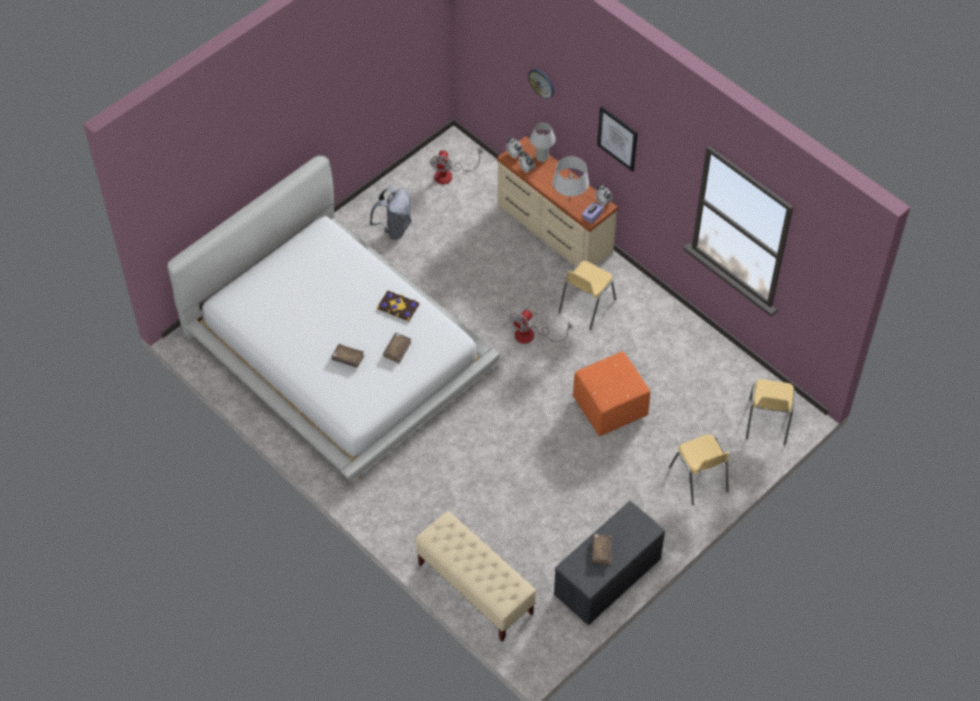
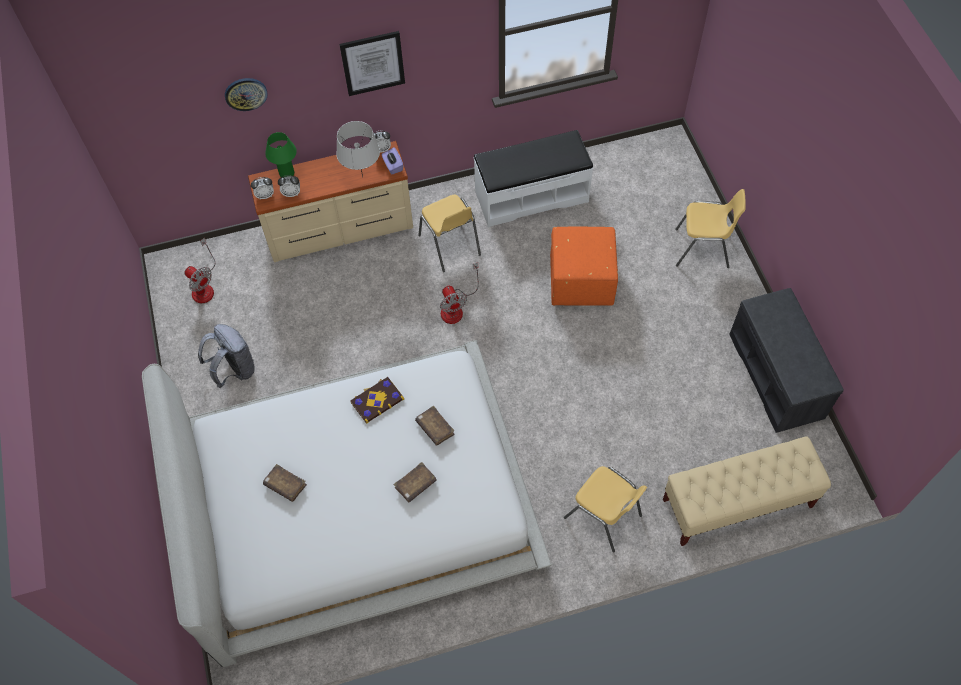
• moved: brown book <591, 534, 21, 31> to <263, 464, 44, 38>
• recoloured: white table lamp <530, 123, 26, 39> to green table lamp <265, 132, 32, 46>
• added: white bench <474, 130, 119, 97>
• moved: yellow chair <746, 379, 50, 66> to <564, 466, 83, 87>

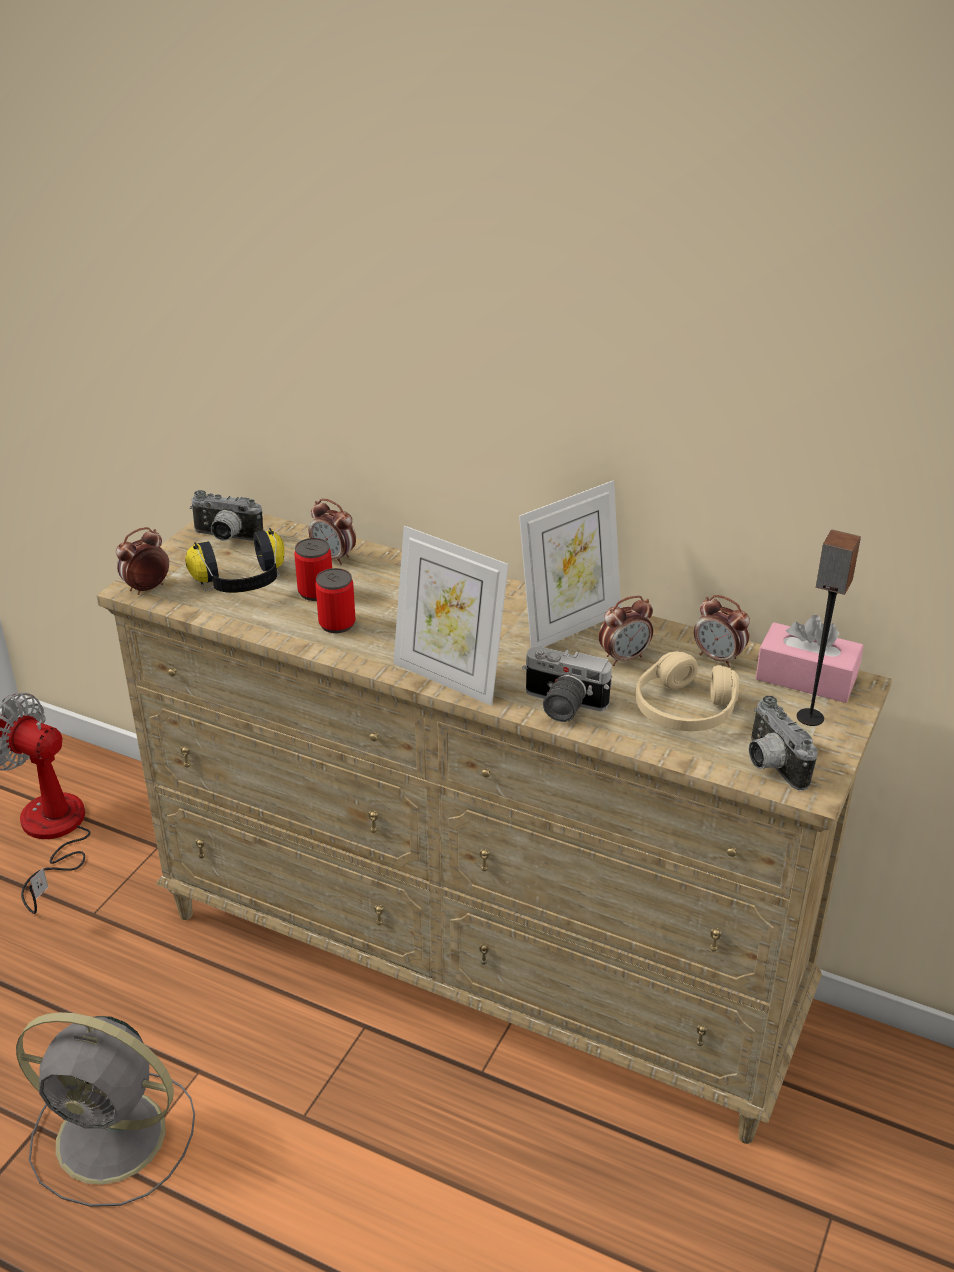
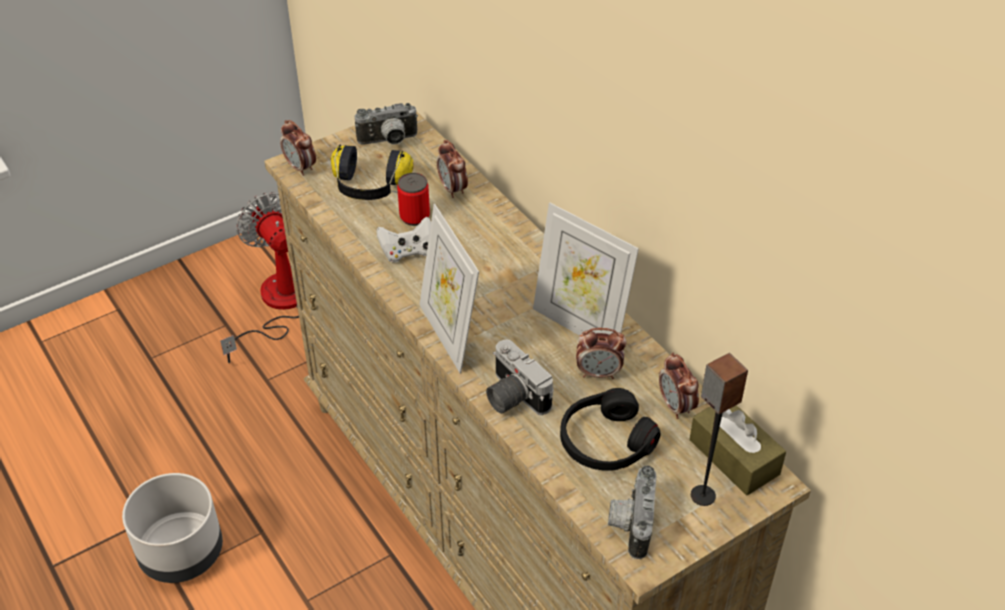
• replaced: grey fan <16, 1012, 179, 195> to grey planter <122, 473, 101, 110>
• turned: alarm clock <116, 527, 53, 68> = <280, 120, 36, 56> 120 degrees counterclockwise
• turned: photo camera <190, 490, 73, 51> = <355, 103, 63, 42> 60 degrees counterclockwise
• replaced: can <315, 568, 41, 65> to white game controller <376, 217, 55, 46>
• turned: picture frame <519, 480, 102, 167> = <533, 202, 106, 134> 45 degrees clockwise
• recoloured: beige headphones <636, 651, 103, 80> to black headphones <560, 388, 101, 83>
• recoloured: pink tissue box <756, 615, 107, 88> to brown tissue box <689, 405, 97, 91>

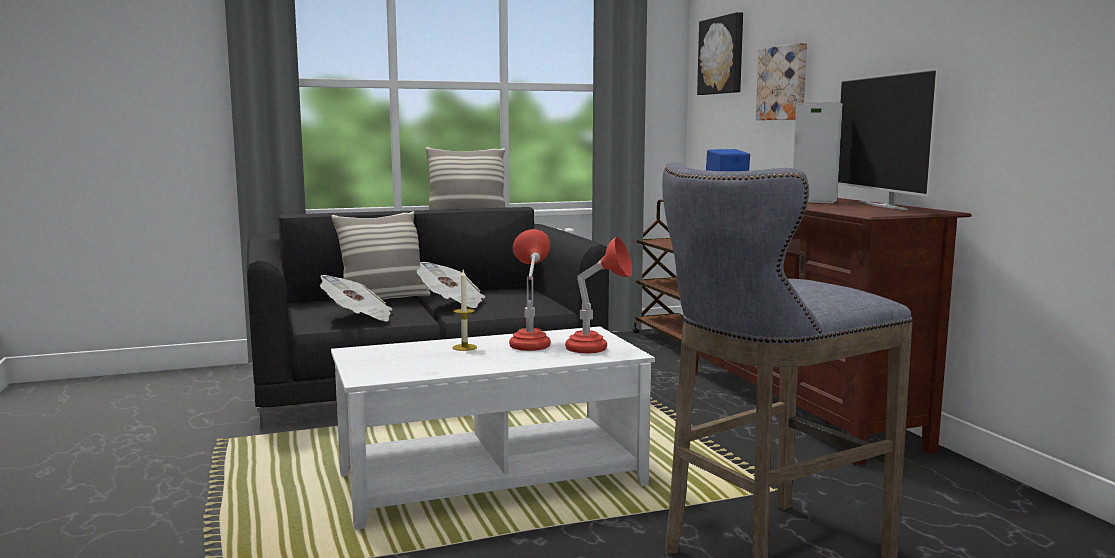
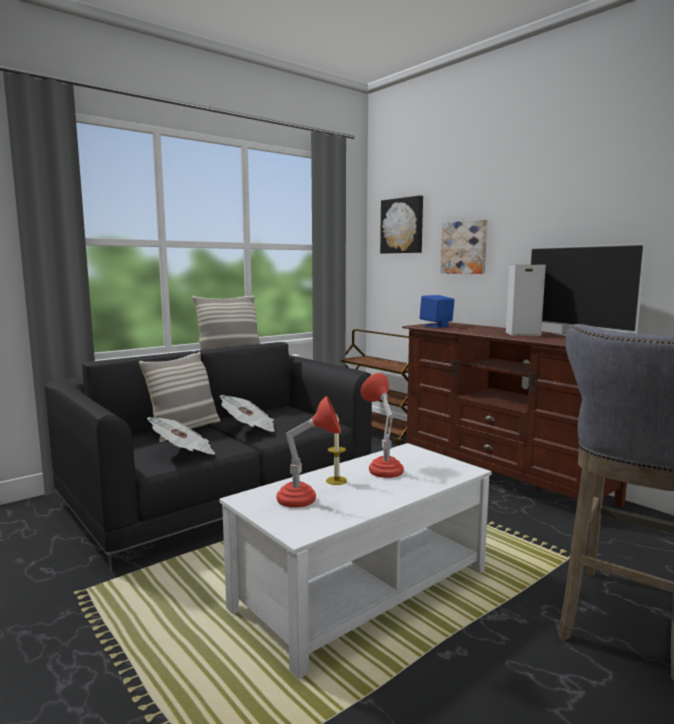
• moved: red table lamp <565, 237, 67, 116> to <276, 396, 65, 112>

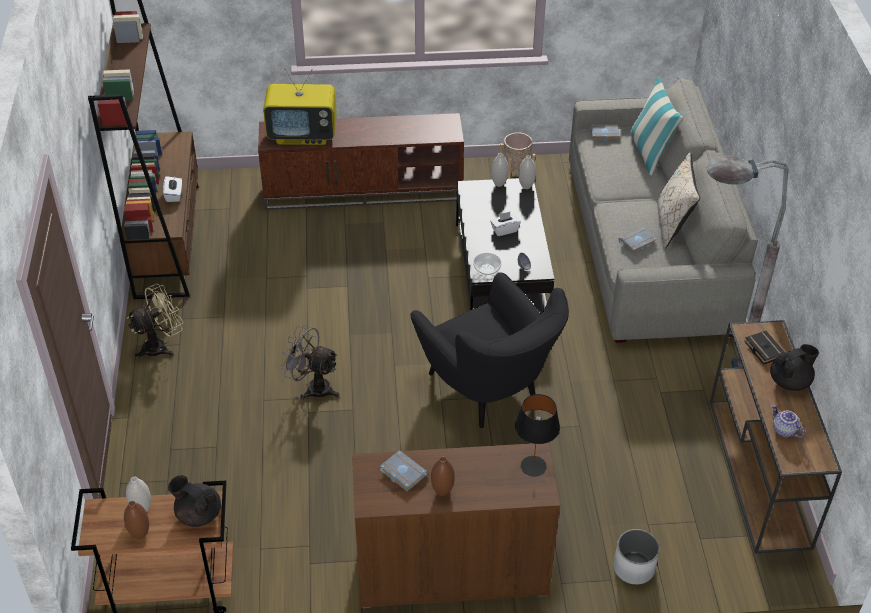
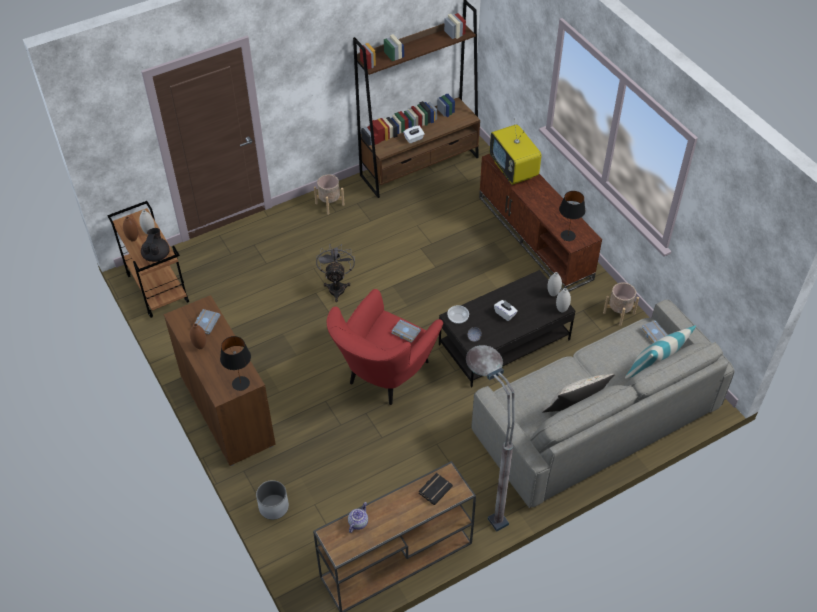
• replaced: beige fan <127, 284, 56, 75> to beige planter <314, 175, 30, 40>
• recoloured: black armchair <410, 272, 159, 156> to red armchair <327, 289, 117, 116>
• moved: grey book <618, 227, 39, 27> to <392, 319, 29, 24>
• added: black table lamp <559, 191, 26, 50>
• removed: black teapot <770, 344, 49, 47>

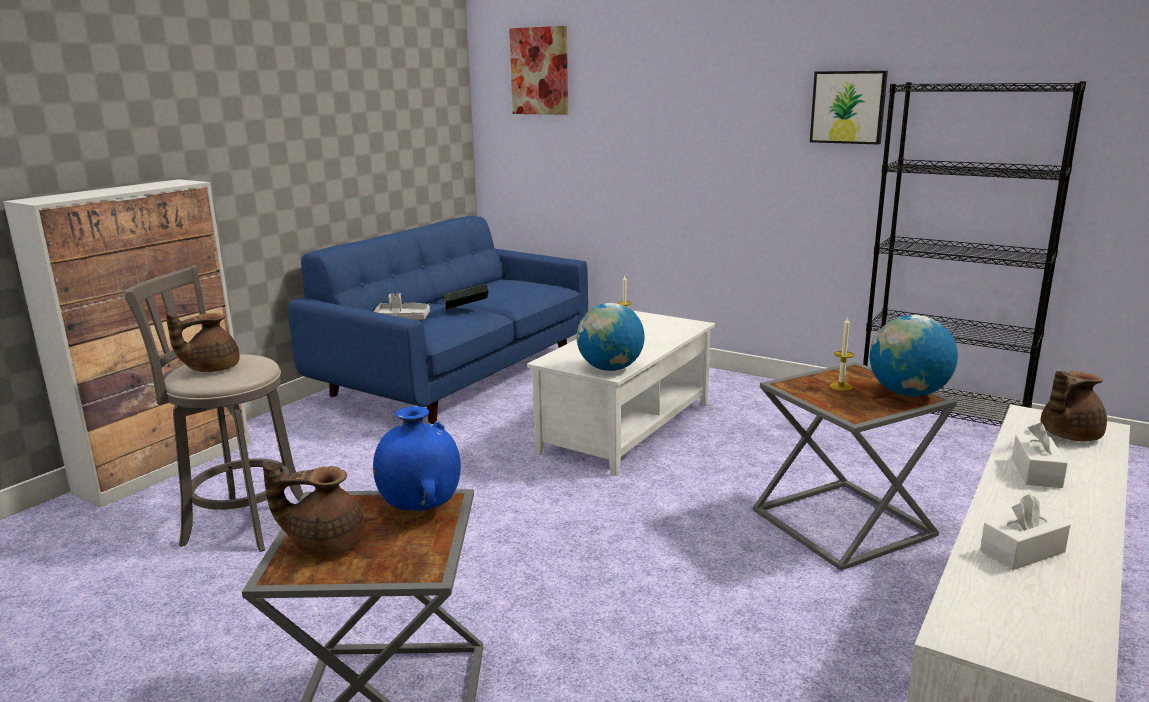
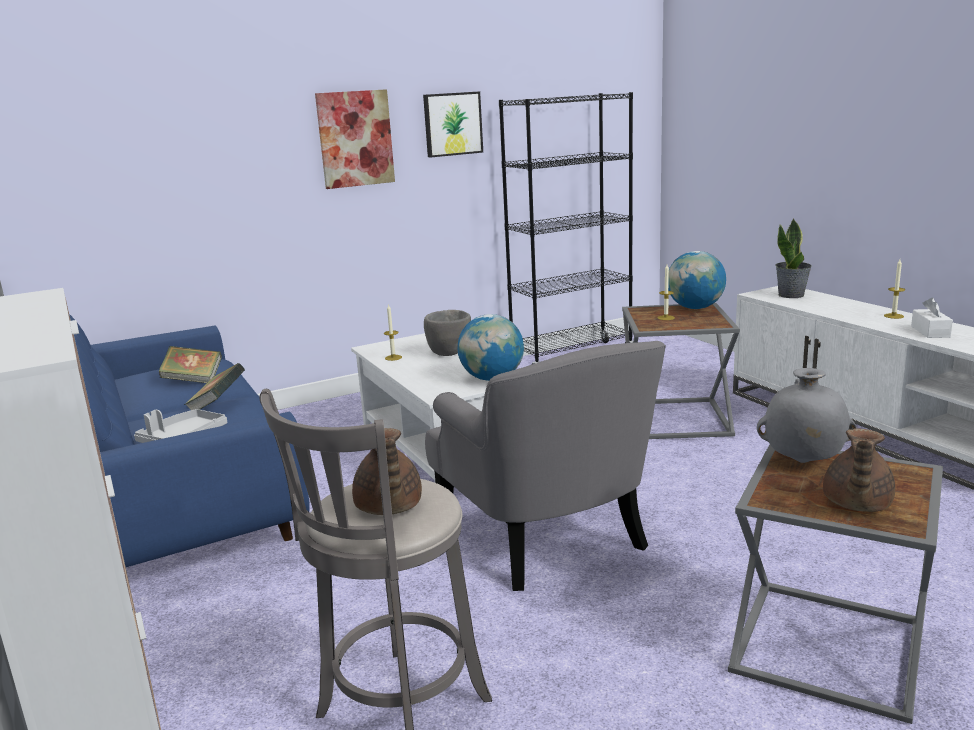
• added: book <158, 346, 64, 37>
• moved: picture <509, 26, 59, 89> to <315, 89, 80, 100>
• added: grey bowl <424, 310, 47, 46>
• added: grey armchair <425, 341, 241, 250>
• recoloured: blue vase <373, 406, 88, 105> to grey vase <757, 368, 100, 95>
• replaced: brown teapot <1041, 371, 66, 70> to potted plant <776, 218, 36, 80>
• added: candle <884, 260, 21, 59>
• removed: white tissue box <1012, 423, 56, 65>

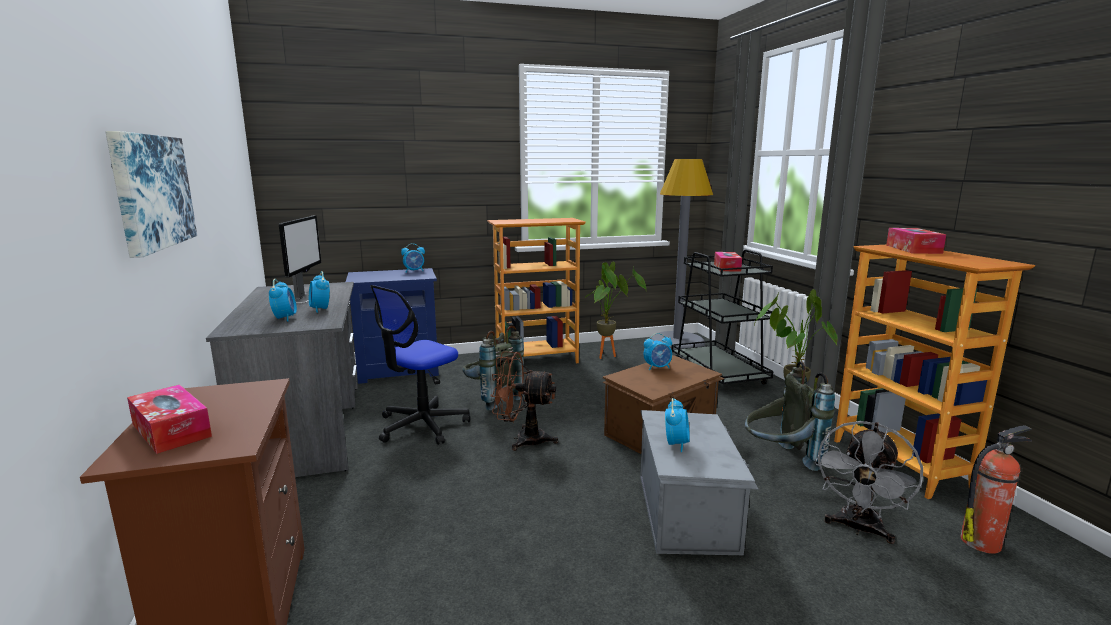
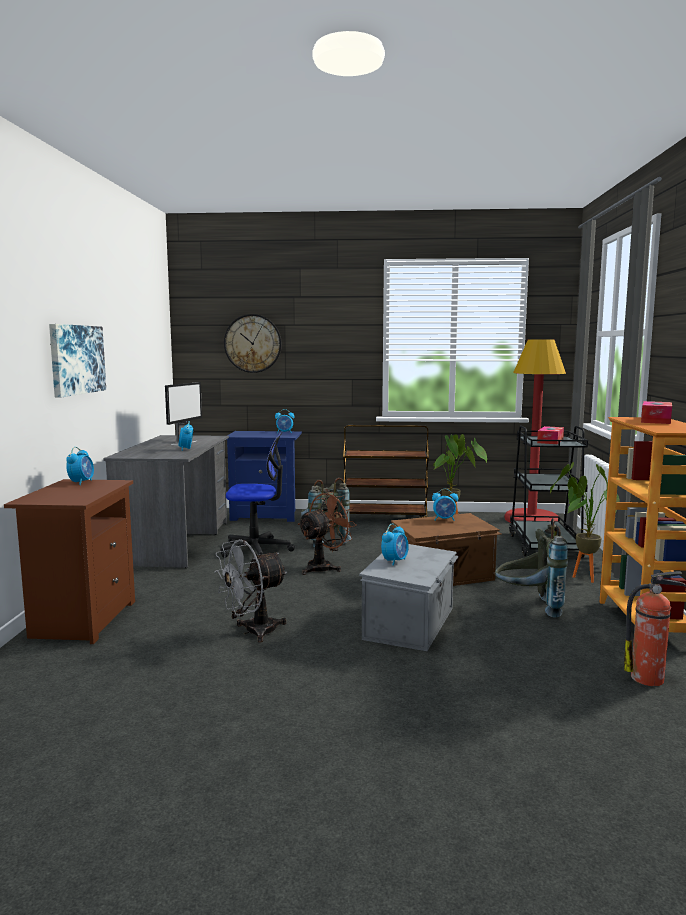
• moved: alarm clock <269, 279, 28, 43> to <66, 447, 28, 38>
• moved: grey fan <815, 421, 108, 123> to <214, 539, 74, 104>
• turned: office chair <370, 285, 100, 160> = <220, 432, 75, 126> 150 degrees counterclockwise
• added: wall clock <224, 314, 58, 59>
• turned: brown fan <490, 351, 68, 100> = <297, 492, 60, 83> 105 degrees clockwise
• replaced: bookcase <487, 218, 99, 145> to brown cart <343, 425, 86, 93>
• recoloured: grey floor lamp <651, 159, 62, 193> to red floor lamp <505, 339, 61, 184>
• removed: tissue box <127, 385, 85, 69>

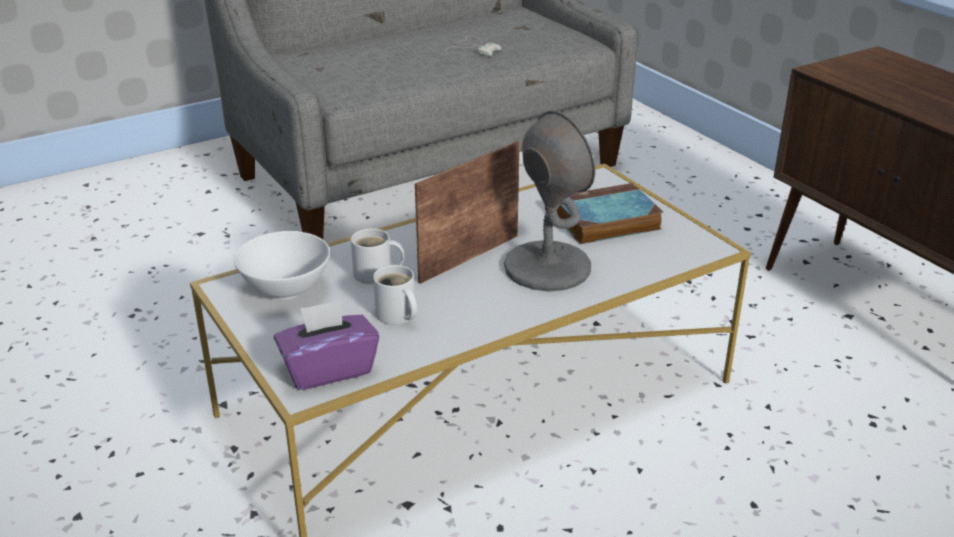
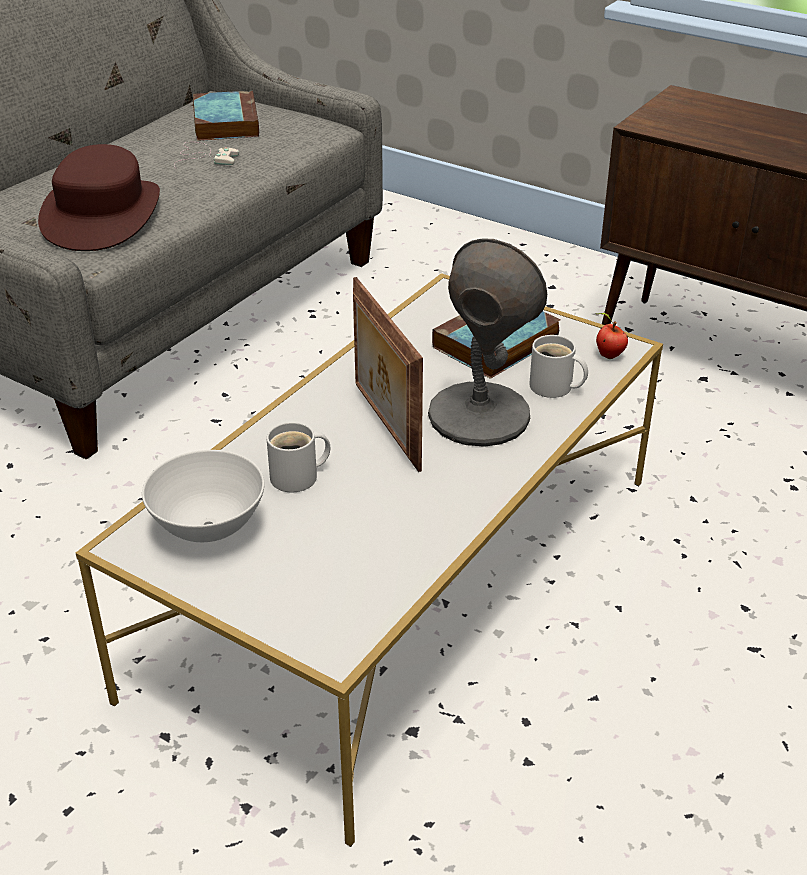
• added: brown hat <38, 144, 122, 107>
• added: book <193, 90, 66, 51>
• turned: picture frame <415, 141, 105, 143> = <353, 277, 70, 195> 45 degrees counterclockwise
• moved: white mug <373, 265, 44, 60> to <529, 335, 59, 63>
• added: apple <596, 313, 32, 46>
• removed: purple tissue box <274, 300, 105, 90>

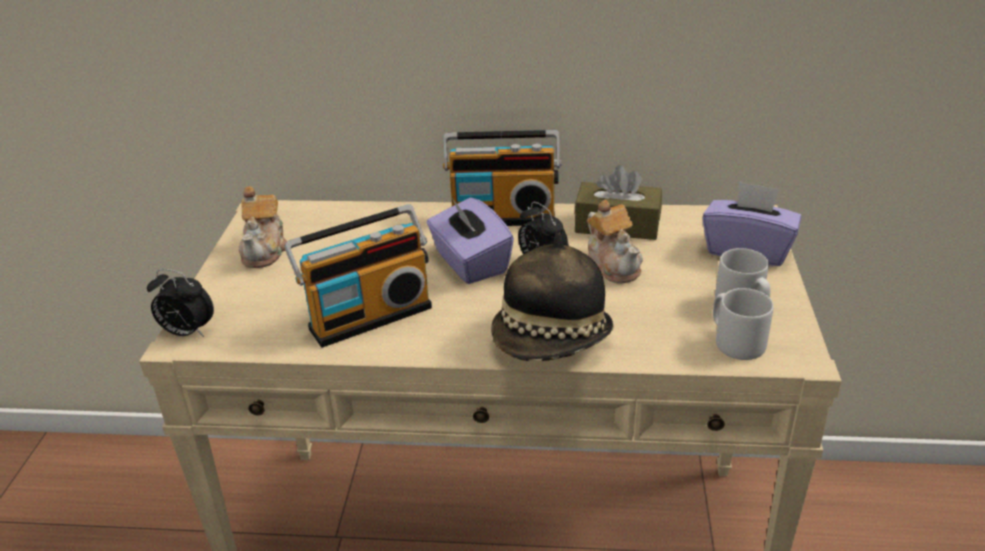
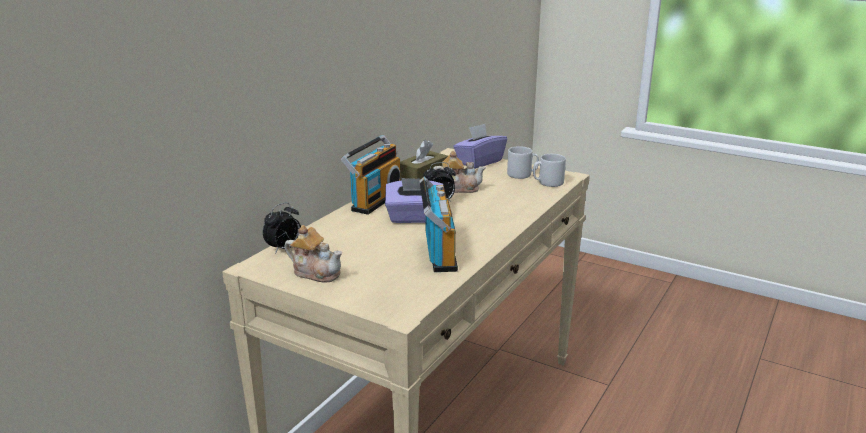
• moved: alarm clock <147, 269, 67, 68> to <263, 202, 38, 52>
• removed: hat <491, 232, 122, 129>

